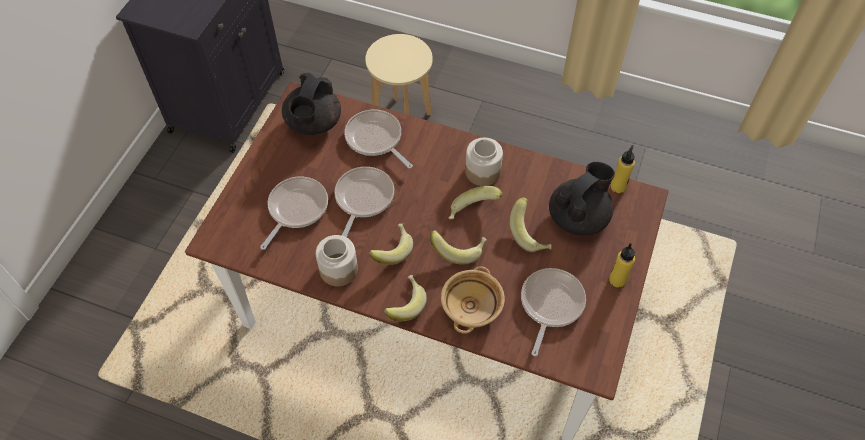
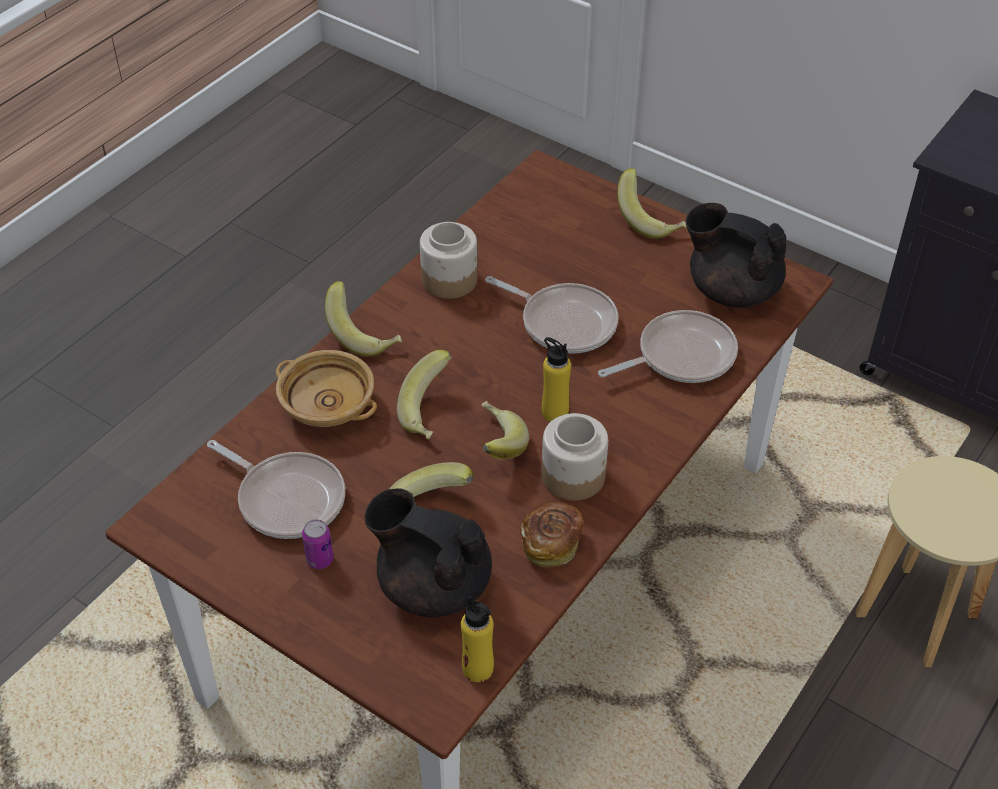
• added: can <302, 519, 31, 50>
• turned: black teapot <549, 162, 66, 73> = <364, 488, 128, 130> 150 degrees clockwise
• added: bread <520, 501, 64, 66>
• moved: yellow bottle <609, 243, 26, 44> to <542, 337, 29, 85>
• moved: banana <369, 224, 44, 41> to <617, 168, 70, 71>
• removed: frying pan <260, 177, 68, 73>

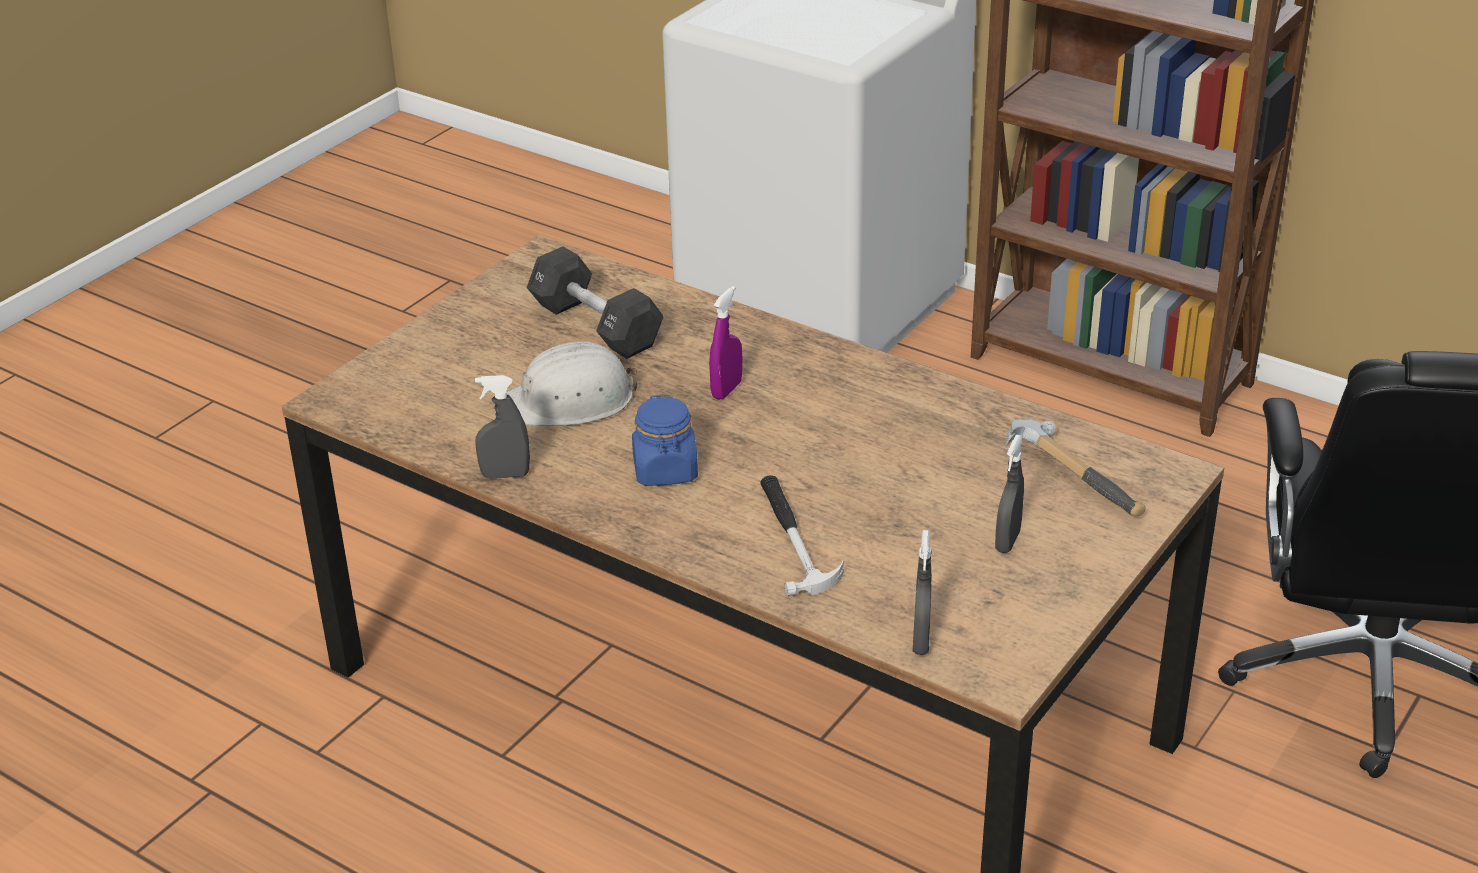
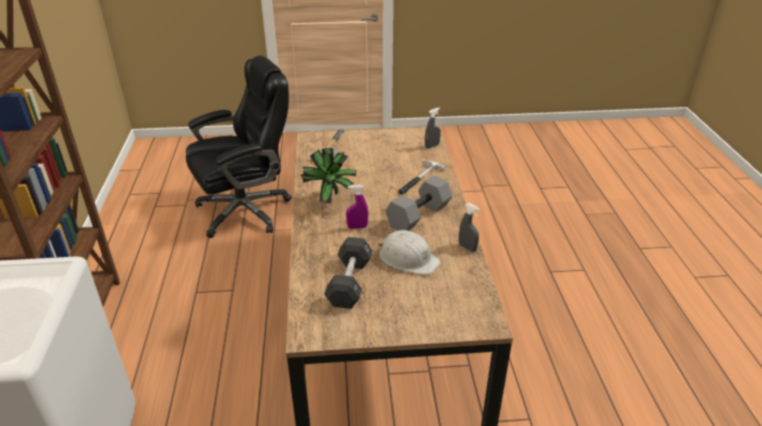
• added: potted plant <300, 148, 57, 55>
• replaced: blue jar <632, 394, 66, 92> to grey dumbbell <385, 175, 67, 56>
• removed: grey spray bottle <995, 435, 29, 118>

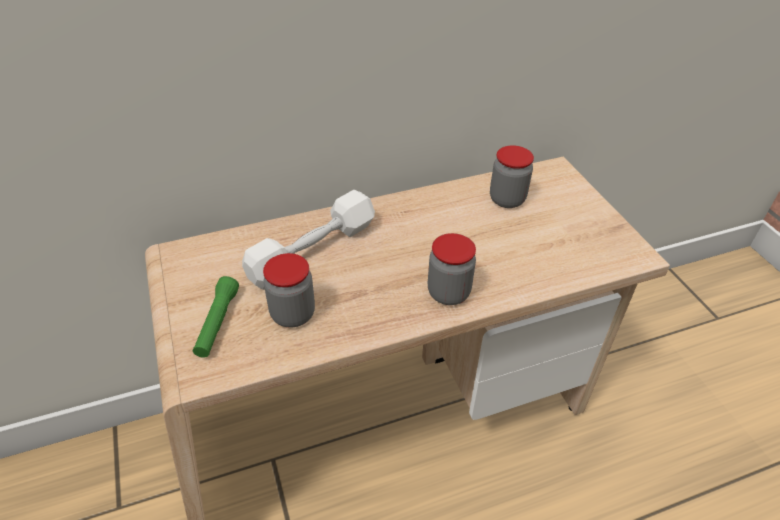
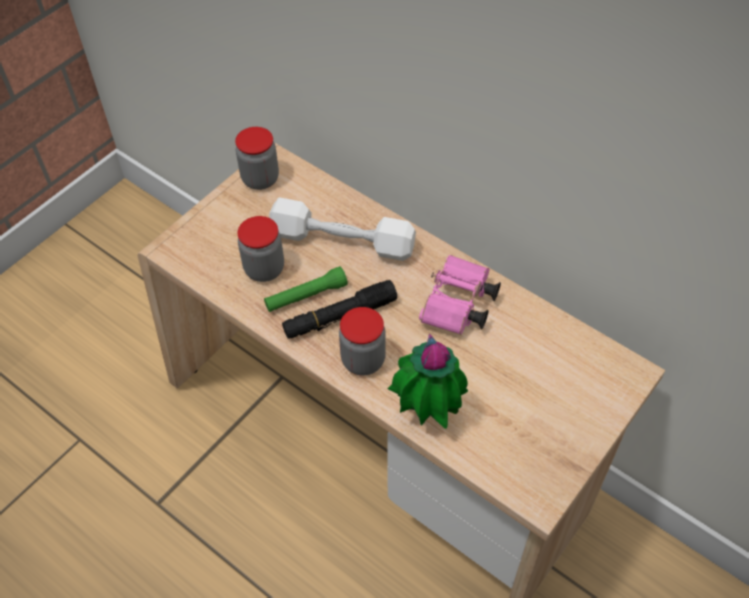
• moved: jar <490, 145, 44, 63> to <235, 127, 44, 63>
• moved: green flashlight <193, 276, 46, 82> to <264, 266, 84, 46>
• added: black flashlight <282, 280, 115, 59>
• added: potted plant <388, 334, 80, 95>
• added: pink binoculars <419, 255, 82, 80>

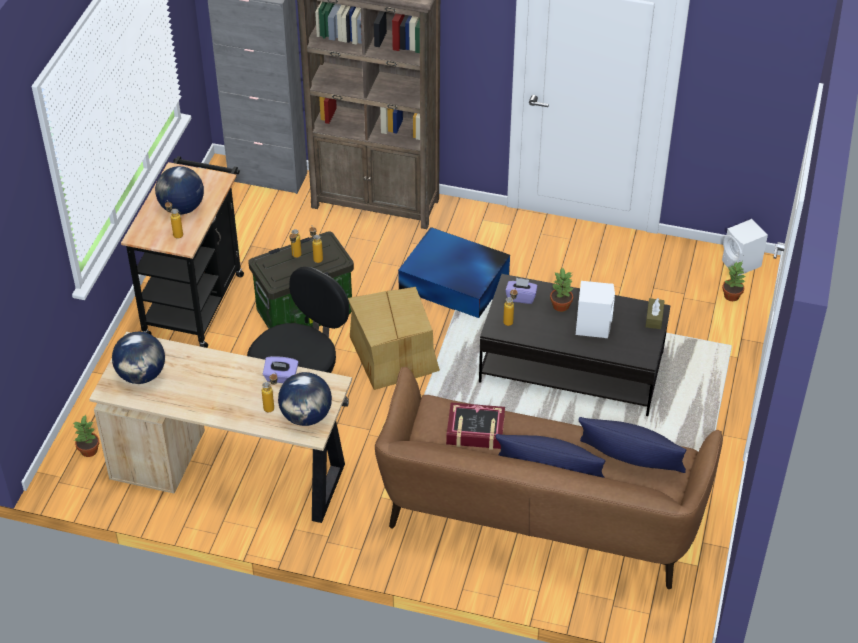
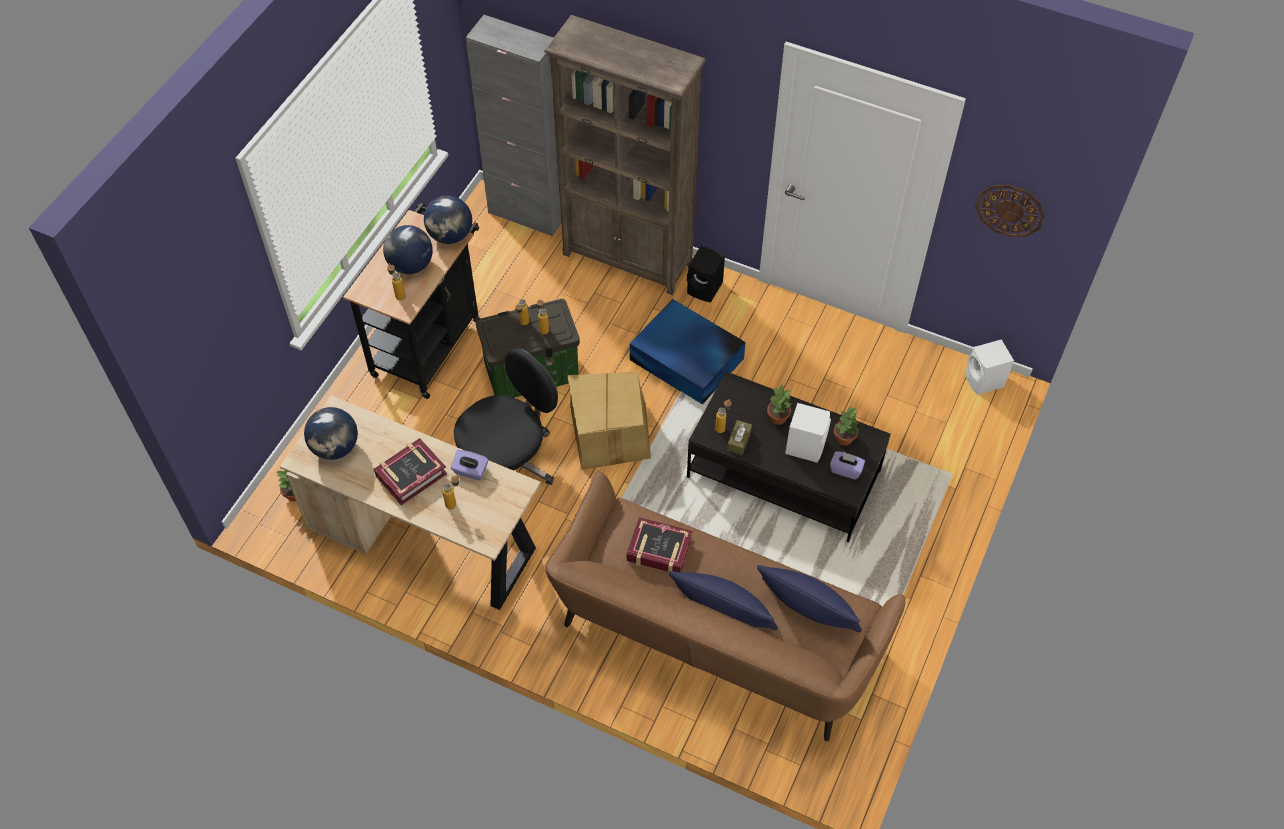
• added: book <374, 438, 73, 67>
• moved: globe <278, 372, 54, 54> to <424, 195, 48, 49>
• added: black speaker <687, 246, 38, 56>
• moved: brown tissue box <645, 298, 20, 31> to <727, 420, 25, 35>
• moved: purple tissue box <505, 278, 32, 26> to <830, 451, 35, 29>
• moved: potted plant <722, 261, 24, 40> to <834, 406, 25, 40>
• added: wall clock <975, 185, 70, 52>

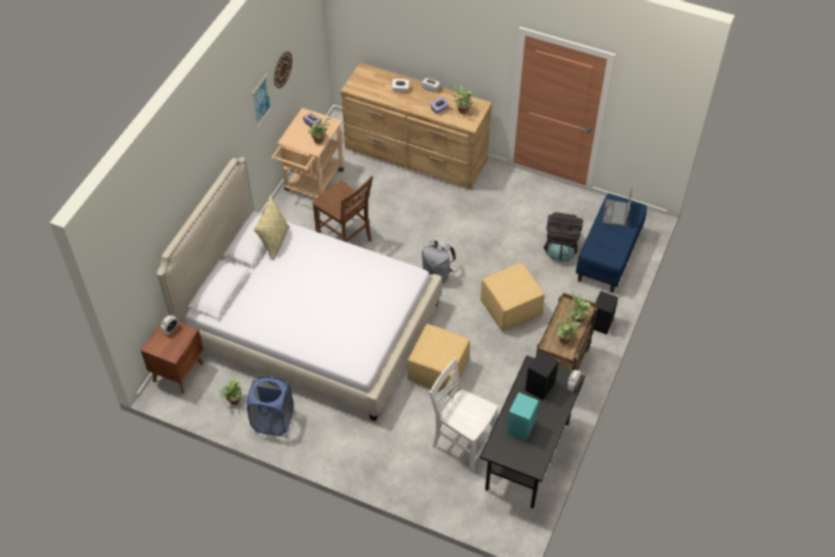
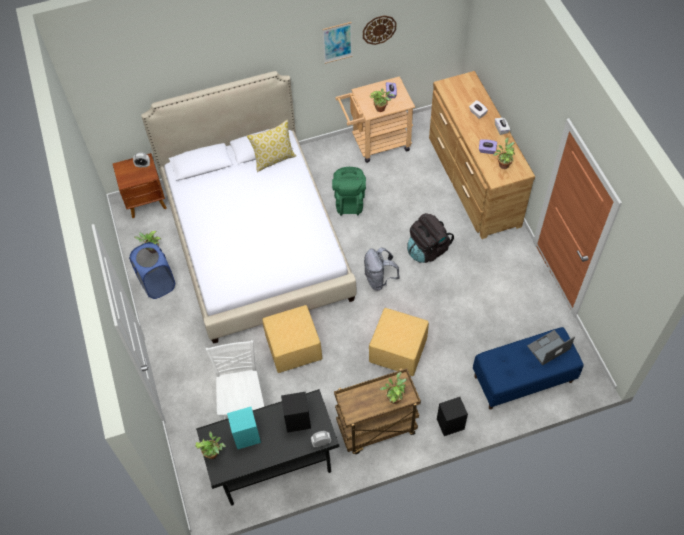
• moved: potted plant <555, 315, 26, 29> to <195, 431, 31, 28>
• replaced: brown chair <312, 175, 61, 67> to green backpack <332, 167, 34, 49>
• moved: black backpack <544, 212, 39, 50> to <407, 213, 47, 50>

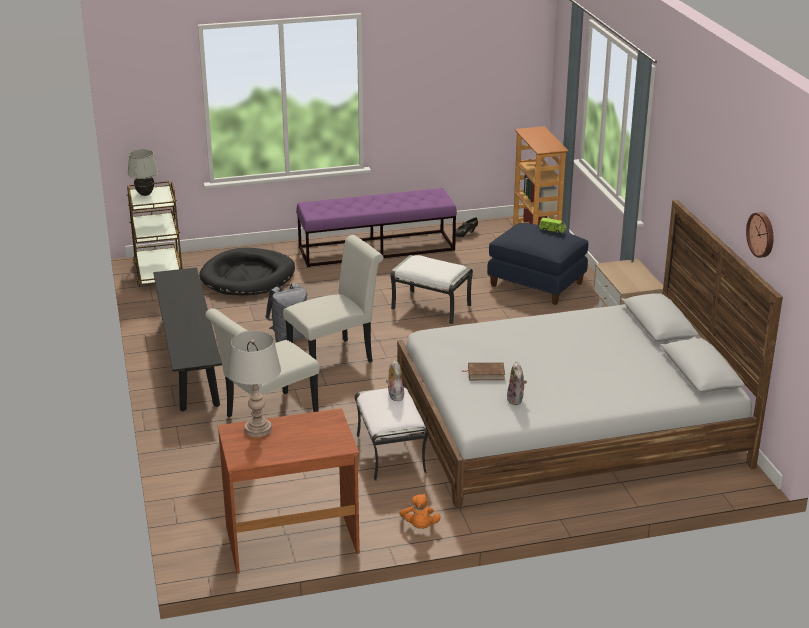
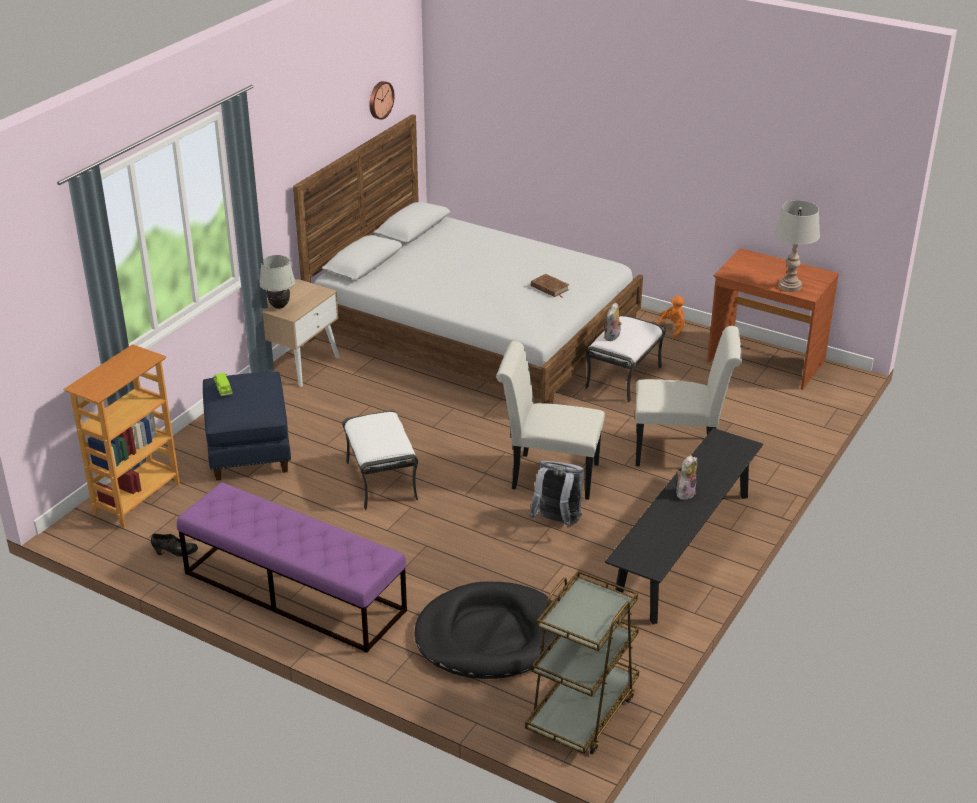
• moved: white table lamp <127, 149, 32, 47> to <260, 255, 35, 54>
• moved: plush toy <507, 361, 20, 44> to <676, 455, 22, 45>

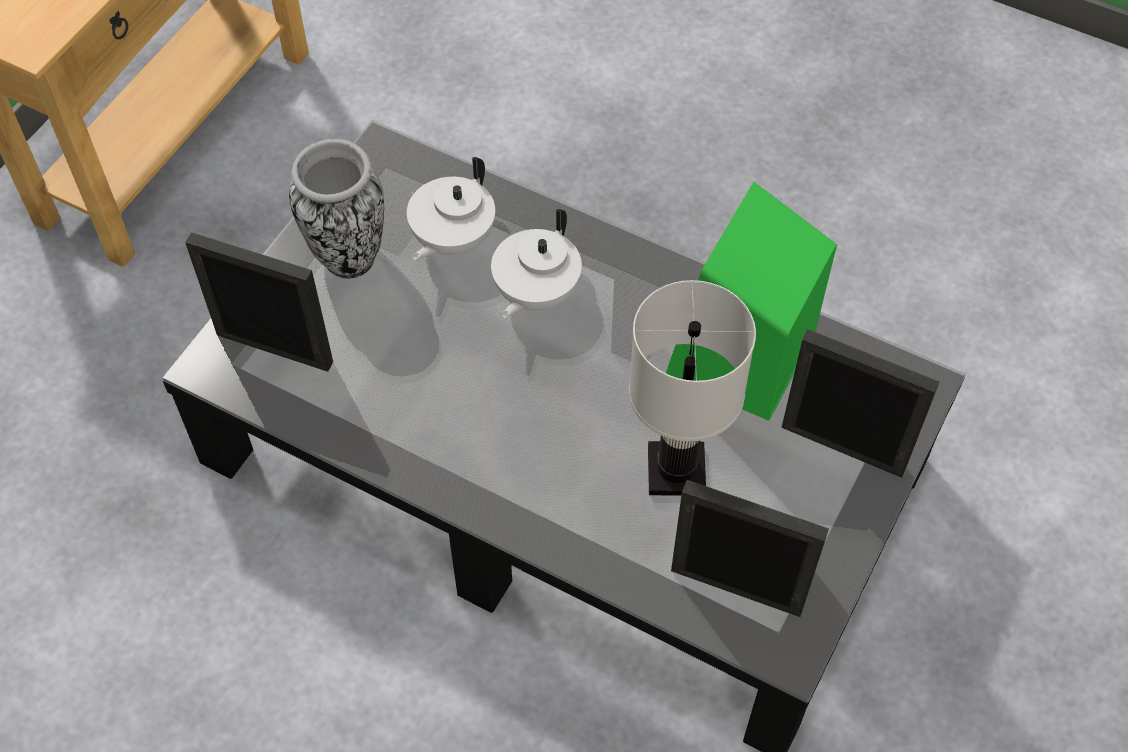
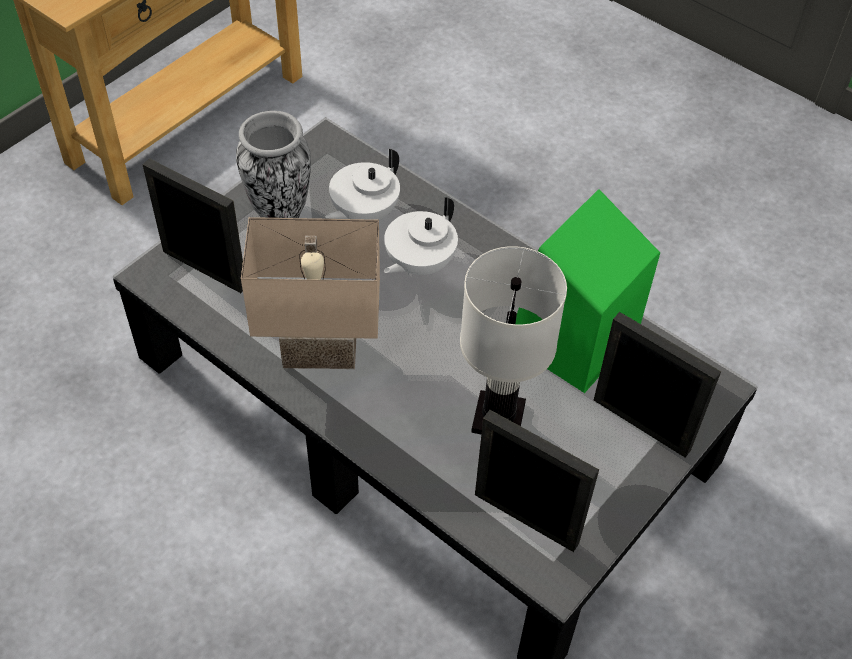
• added: beige table lamp <241, 217, 139, 152>

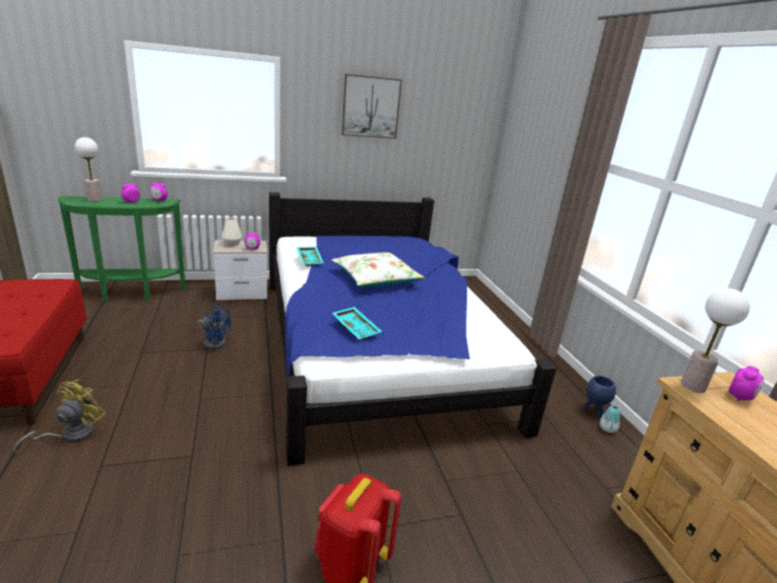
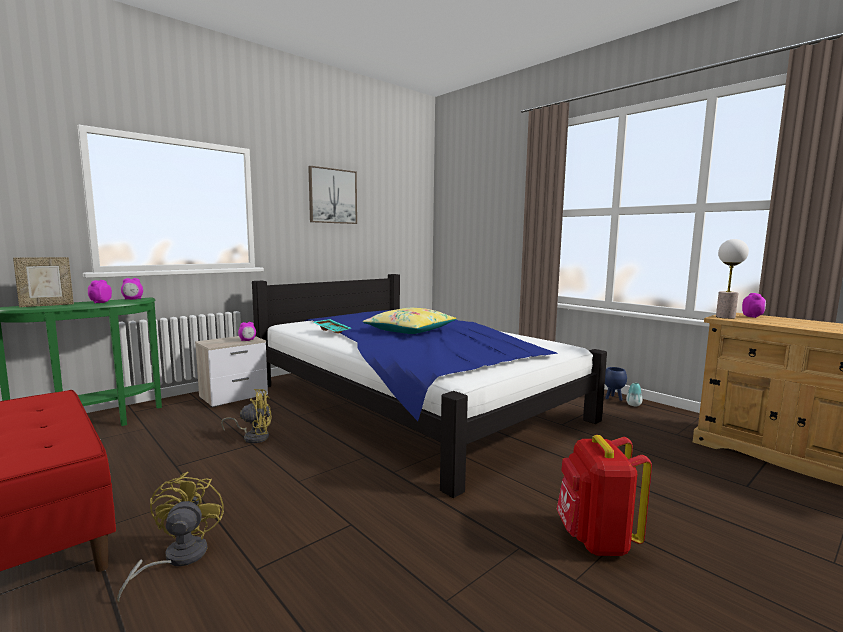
• replaced: table lamp <75, 137, 27, 65> to picture frame <13, 257, 61, 50>
• recoloured: blue fan <197, 305, 34, 45> to yellow fan <221, 389, 51, 54>
• recoloured: white pillow <331, 252, 94, 35> to yellow pillow <362, 308, 95, 26>
• removed: white vase <222, 217, 20, 29>
• removed: turquoise tray <332, 307, 50, 32>

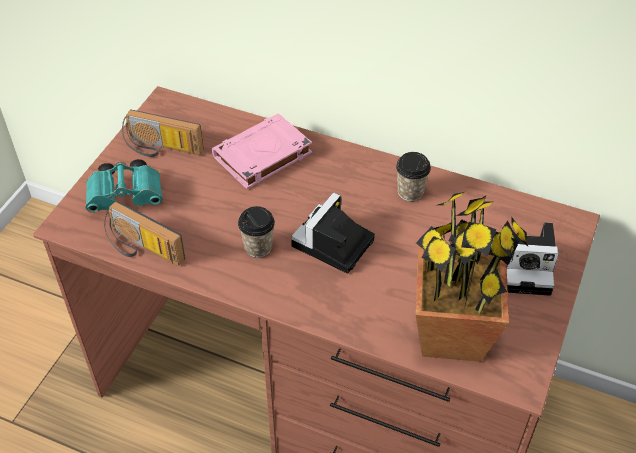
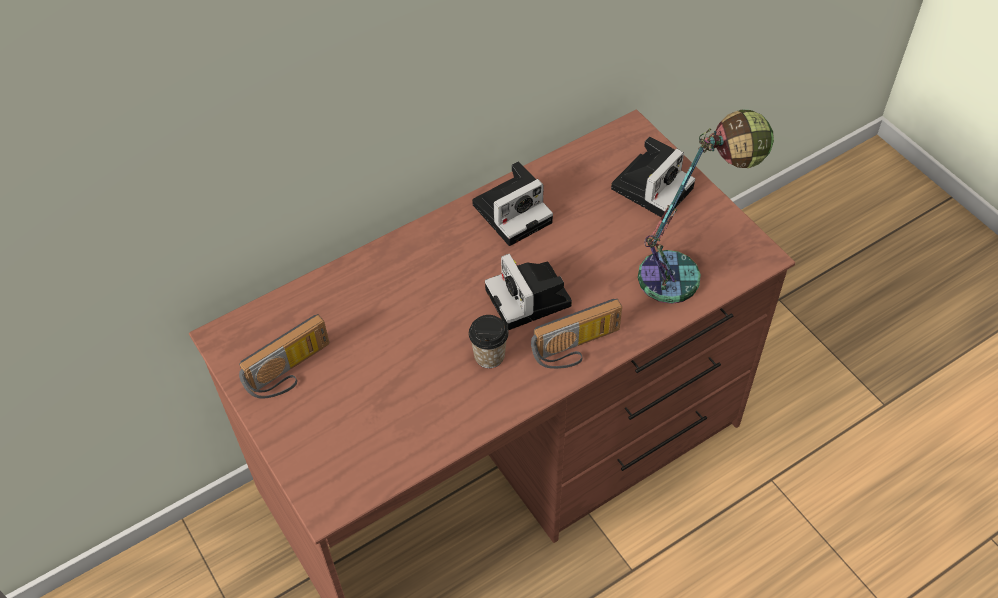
• replaced: cup <396, 152, 35, 49> to photo camera <472, 161, 81, 85>
• moved: radio <104, 201, 81, 65> to <531, 299, 91, 70>
• replaced: potted plant <416, 192, 112, 170> to table lamp <638, 109, 136, 195>
• removed: turquoise binoculars <86, 159, 77, 54>
• removed: pink book <212, 113, 100, 76>

